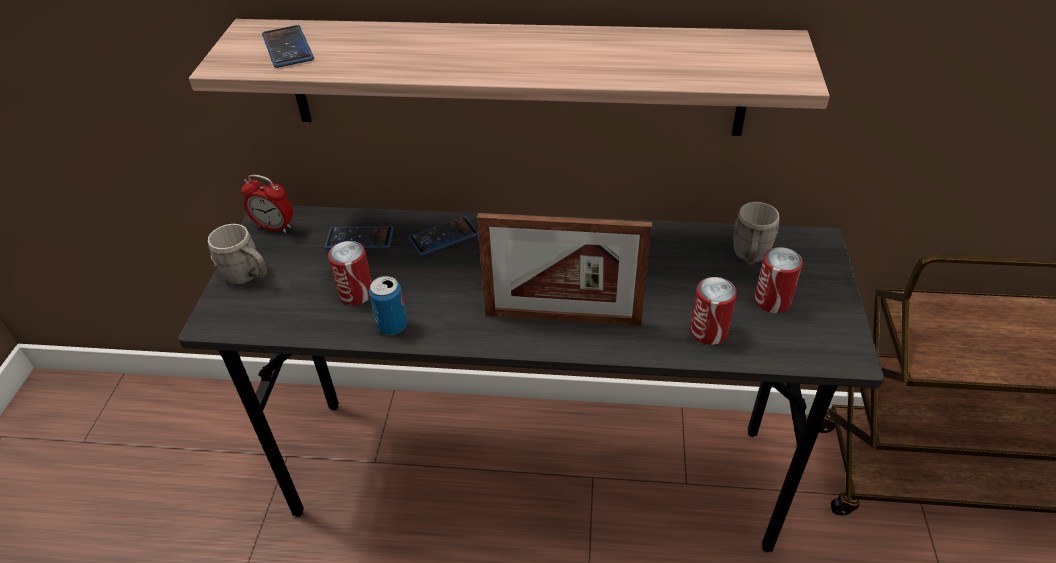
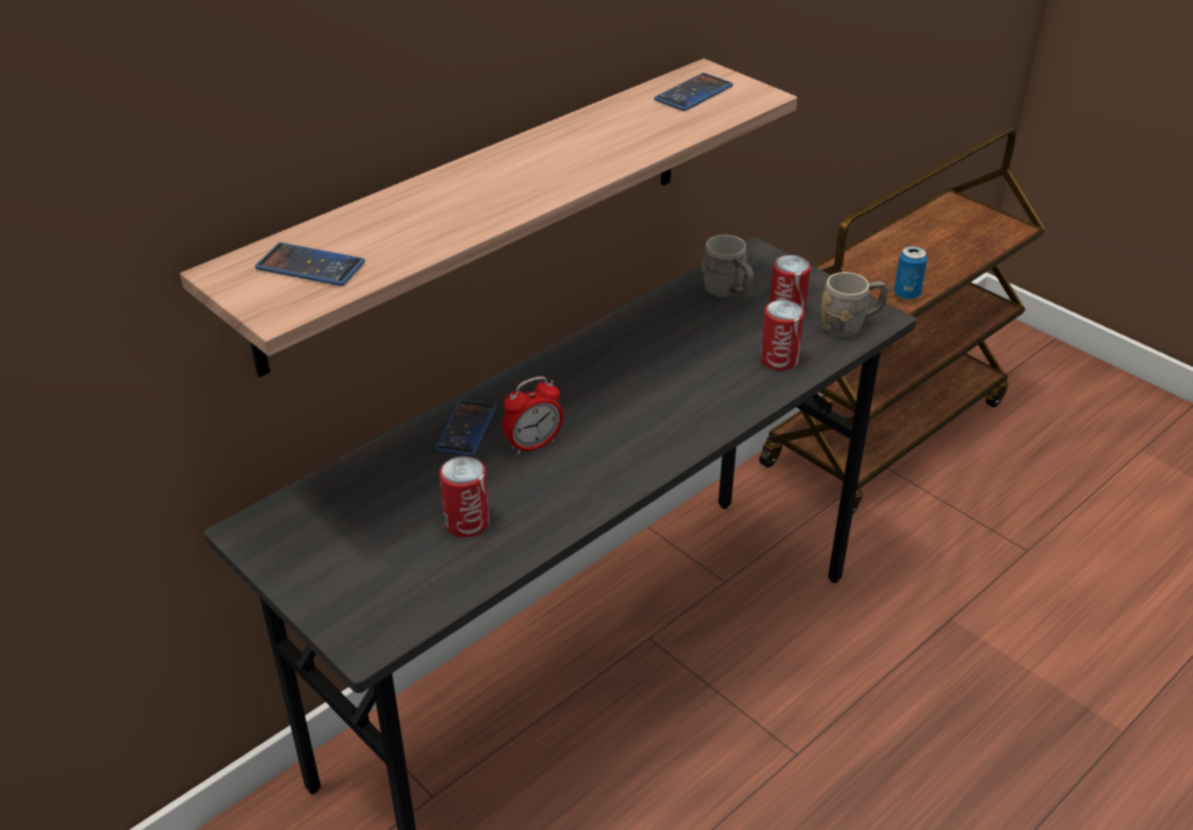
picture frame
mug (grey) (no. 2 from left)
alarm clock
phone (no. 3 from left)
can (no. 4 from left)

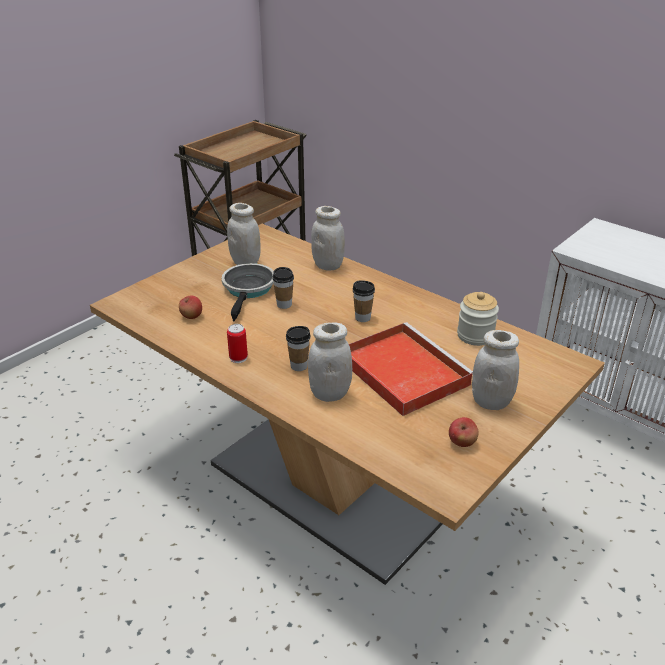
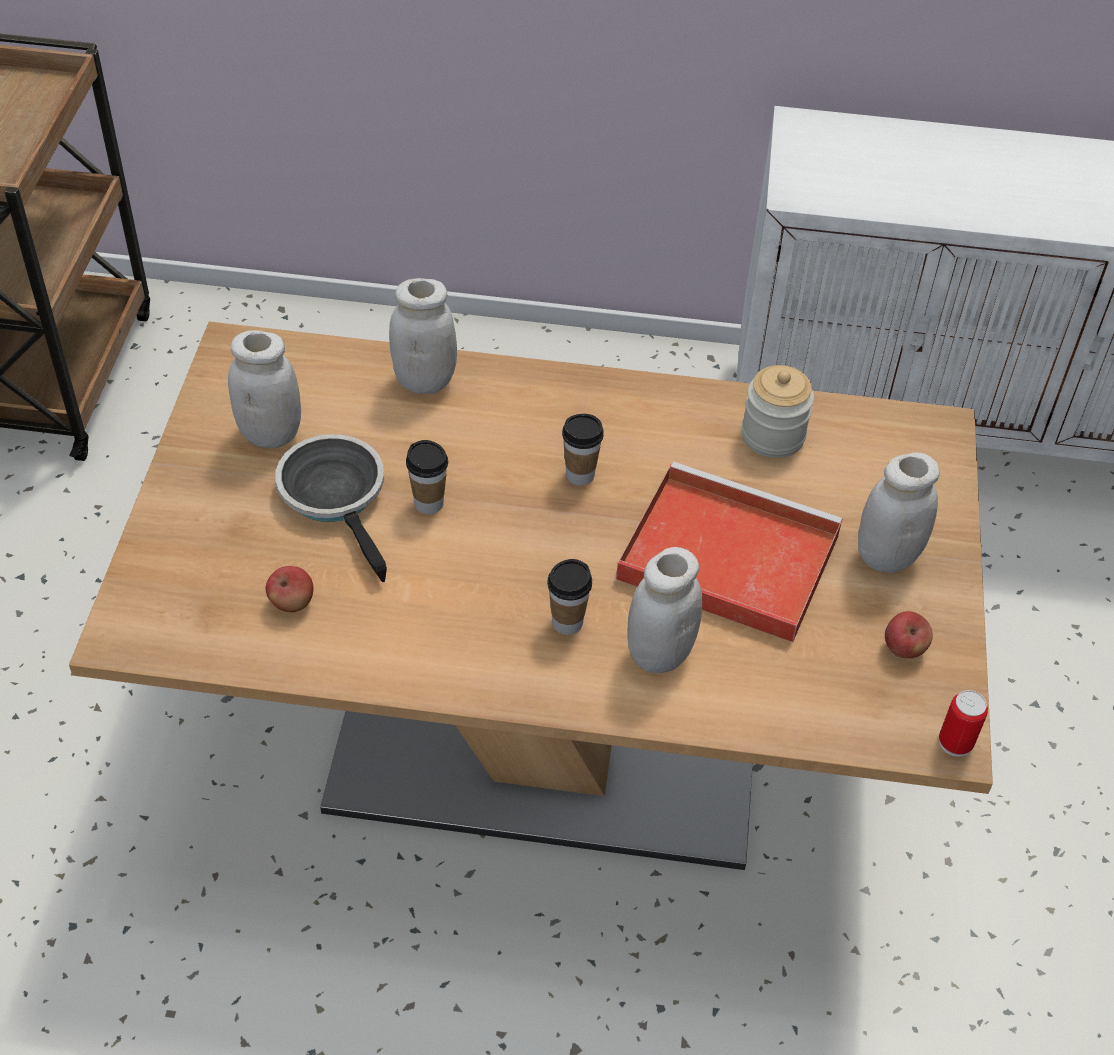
can

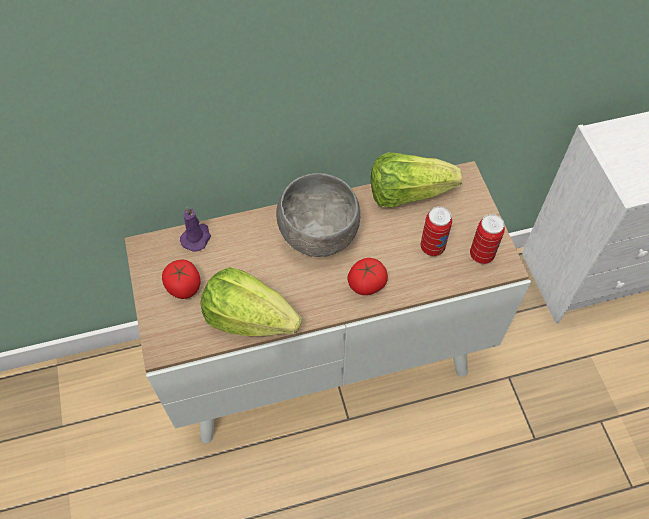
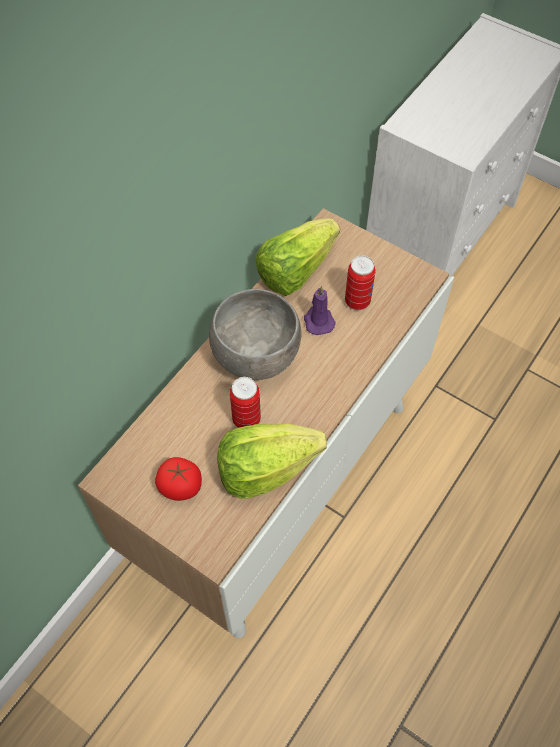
tomato (no. 2 from left in the first image)
candle (purple)
can (no. 1 from left)

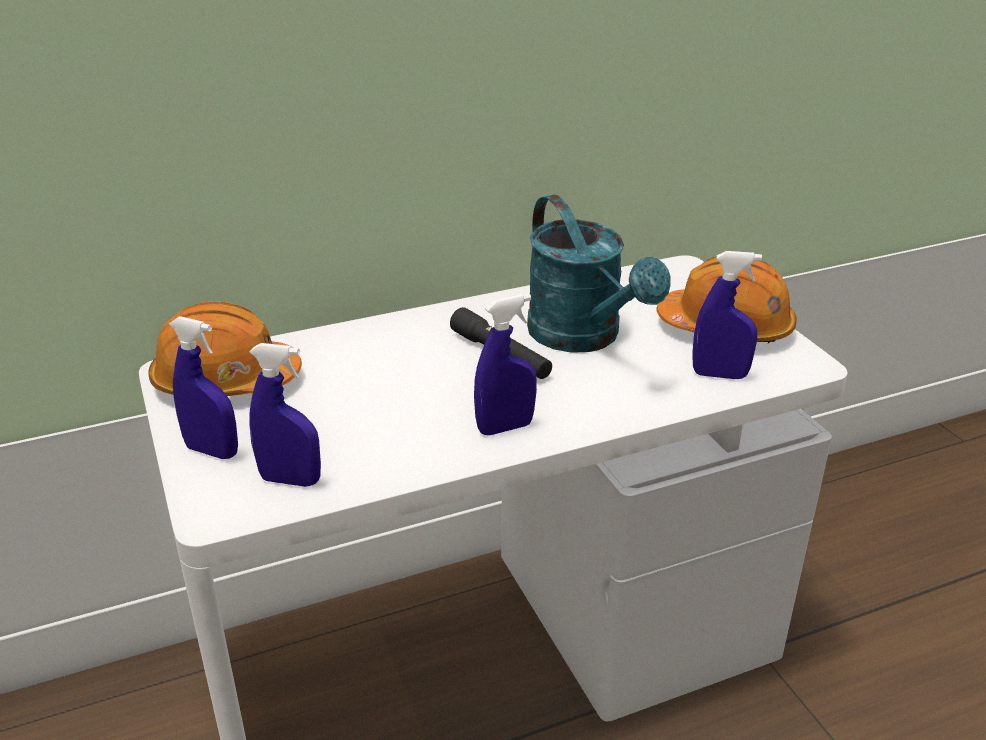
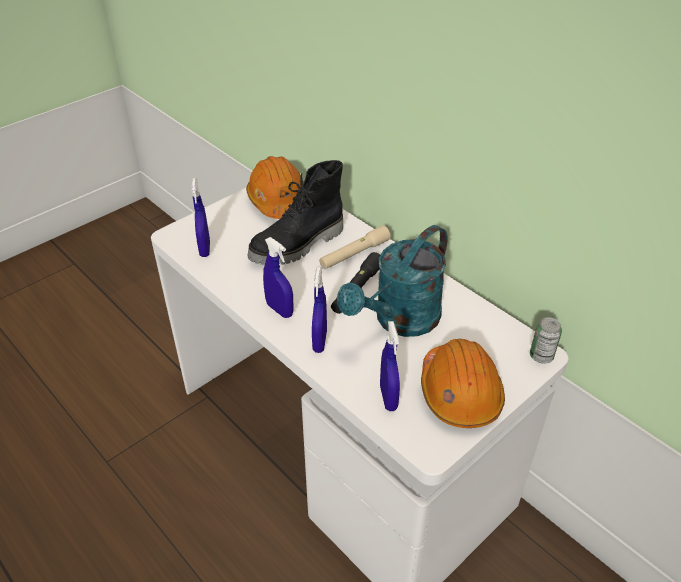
boot (black)
flashlight (beige)
can
spray bottle (blue) (no. 3 from left)

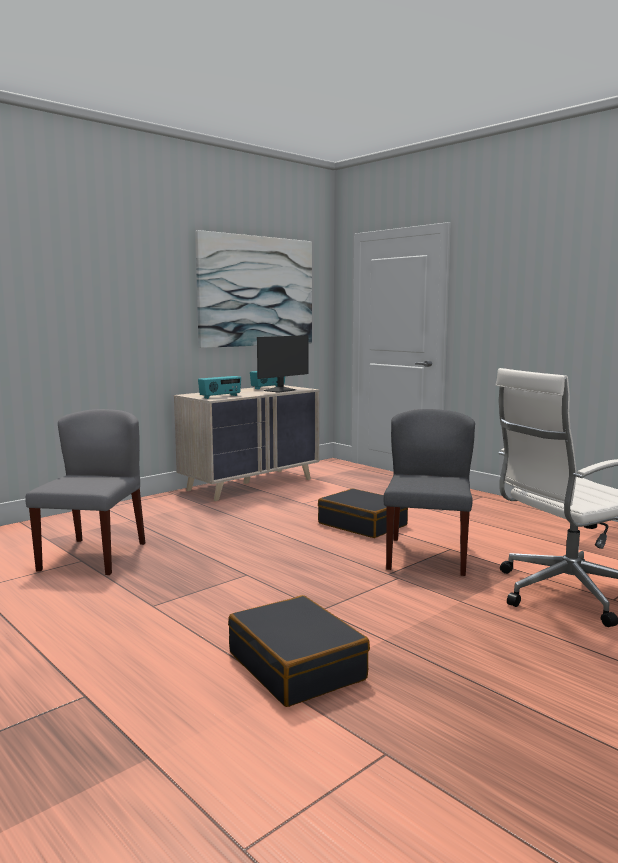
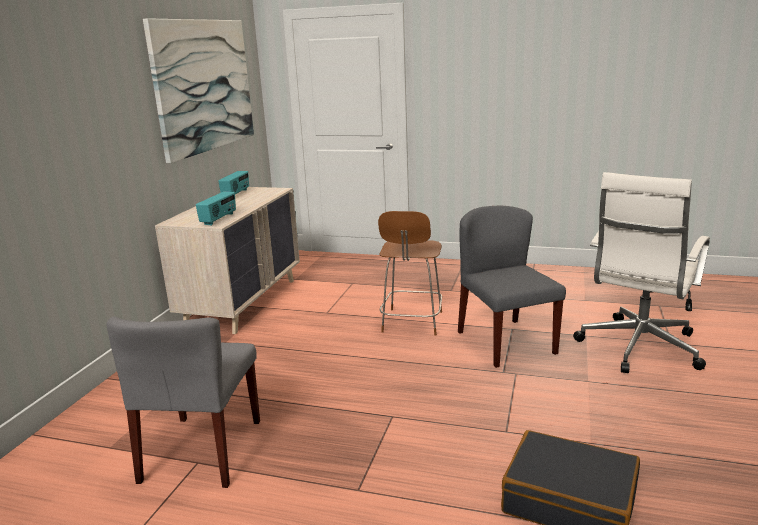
monitor
chair (brown)
chair (grey) (no. 1 from left)

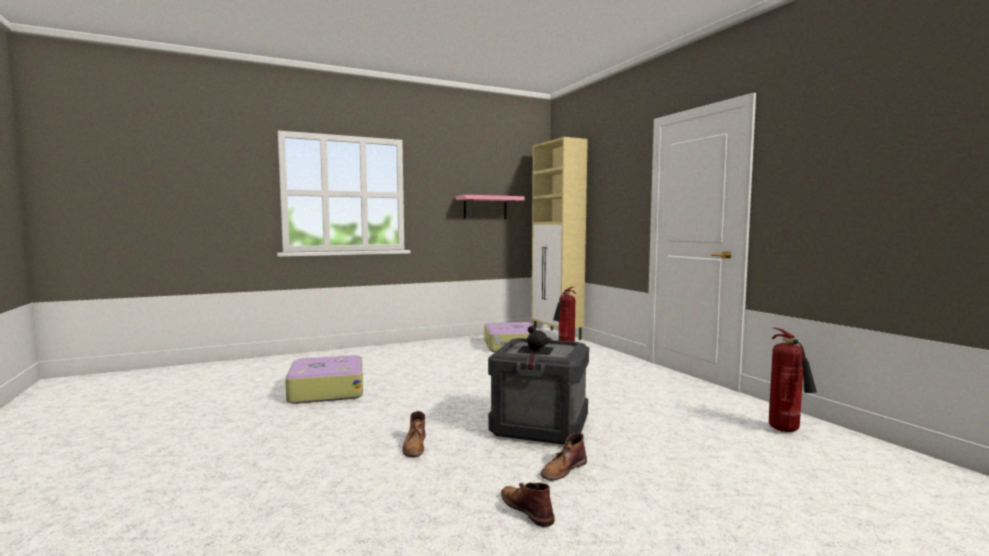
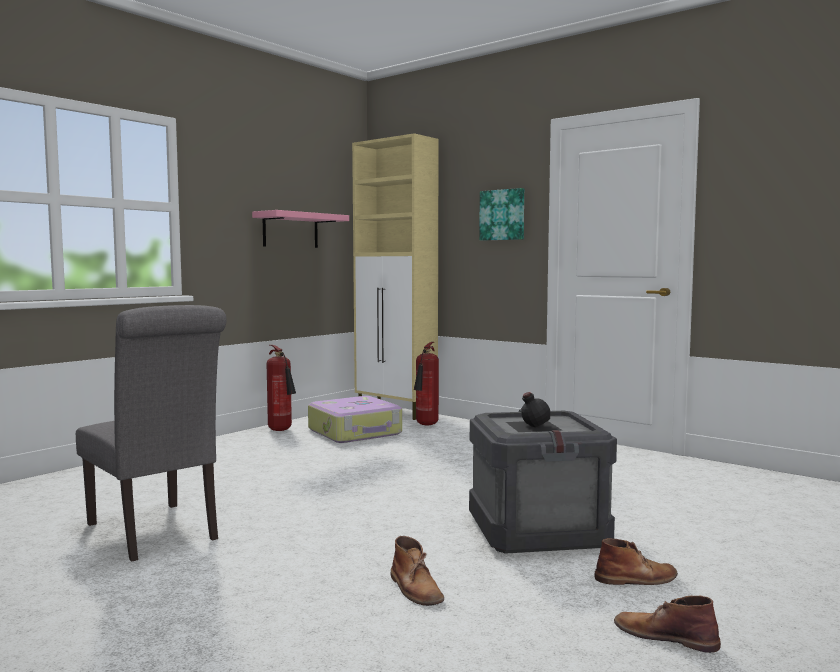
picture
fire extinguisher (no. 1 from left)
chair (grey)
boot (brown) (no. 2 from left)

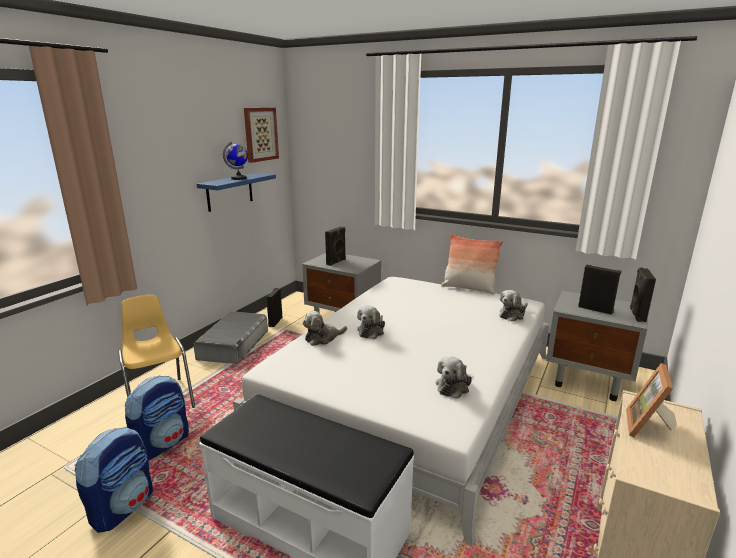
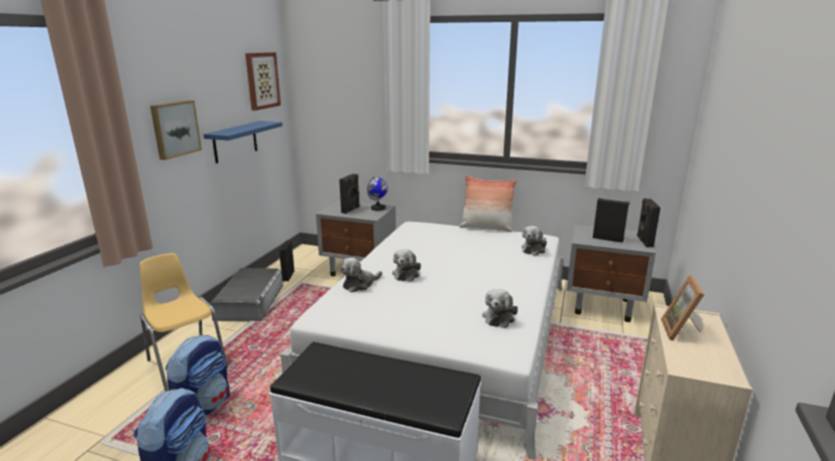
picture (no. 1 from left)
globe

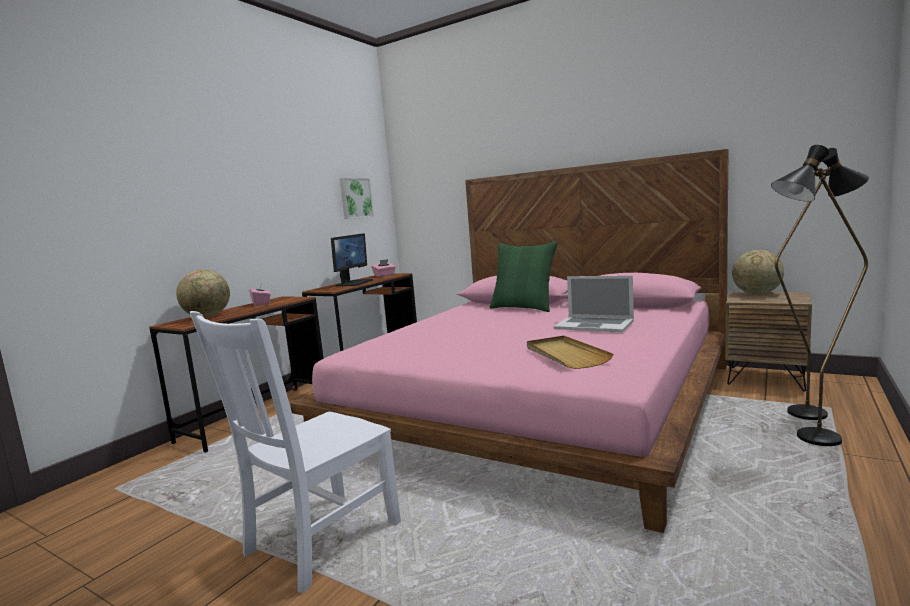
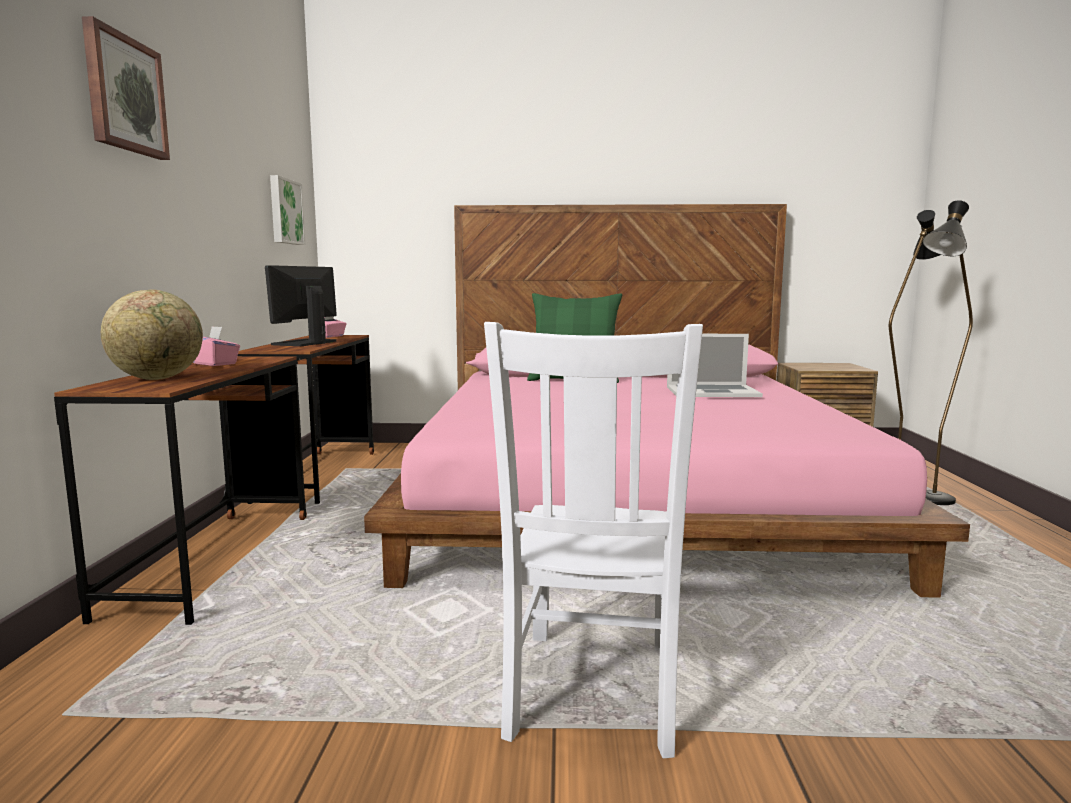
tray (beige)
globe (no. 2 from left in the first image)
picture (no. 1 from left)
monitor

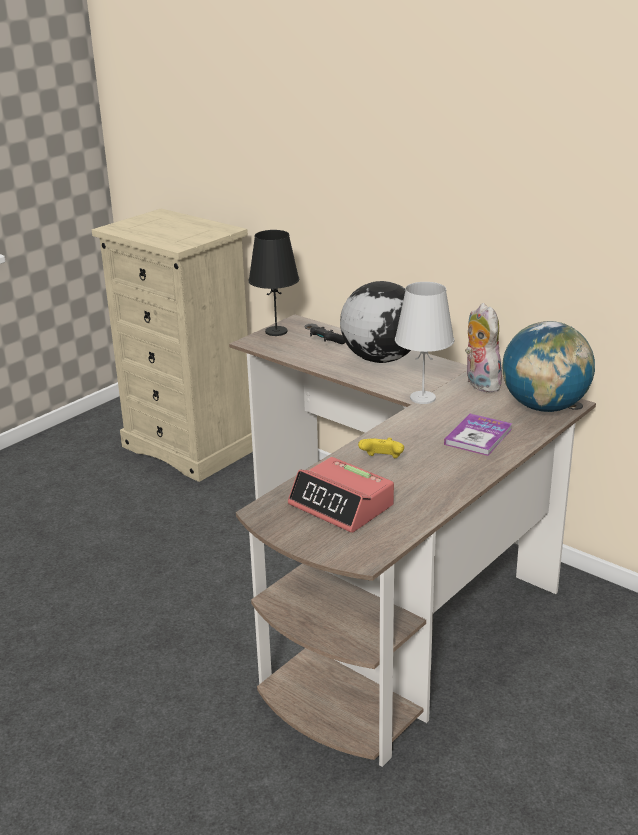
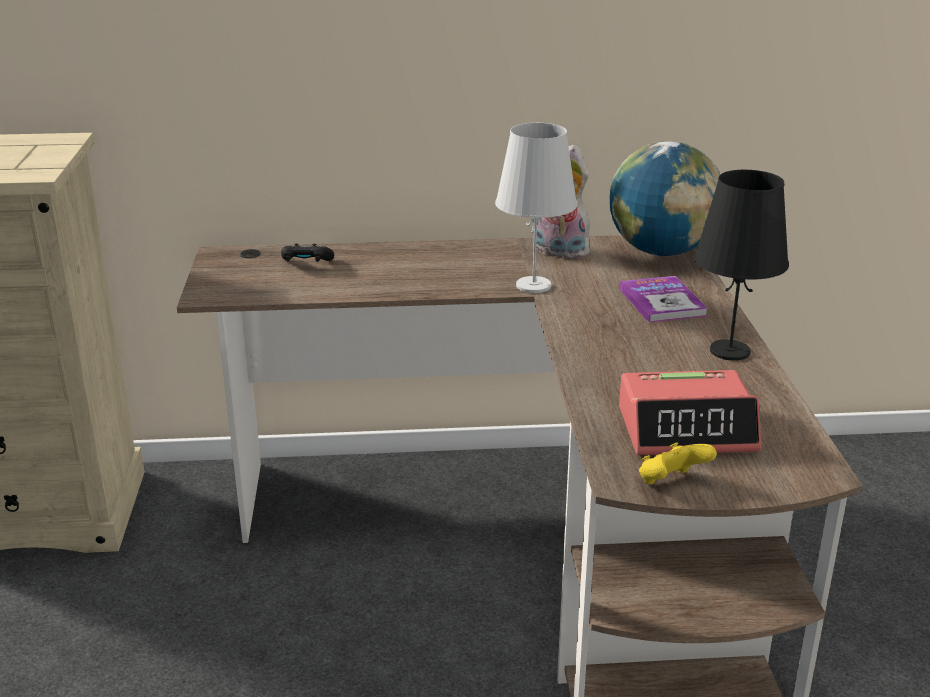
globe (no. 1 from left in the first image)
table lamp (black)
game controller (yellow)

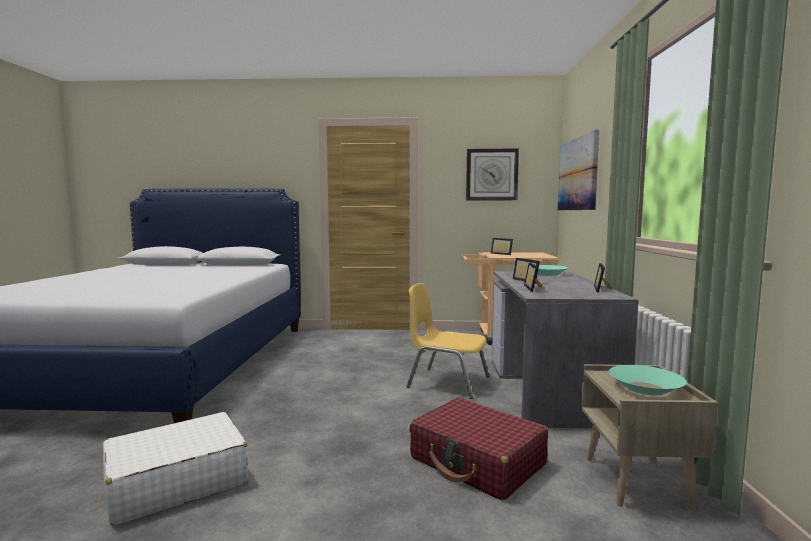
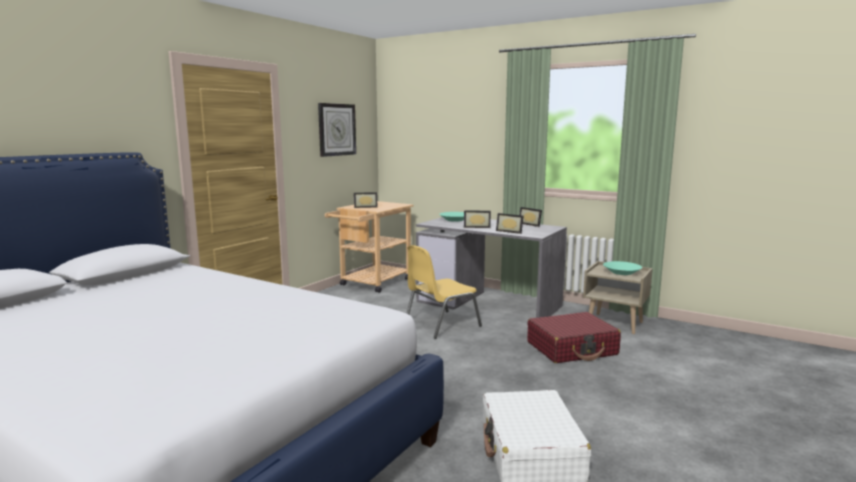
picture

